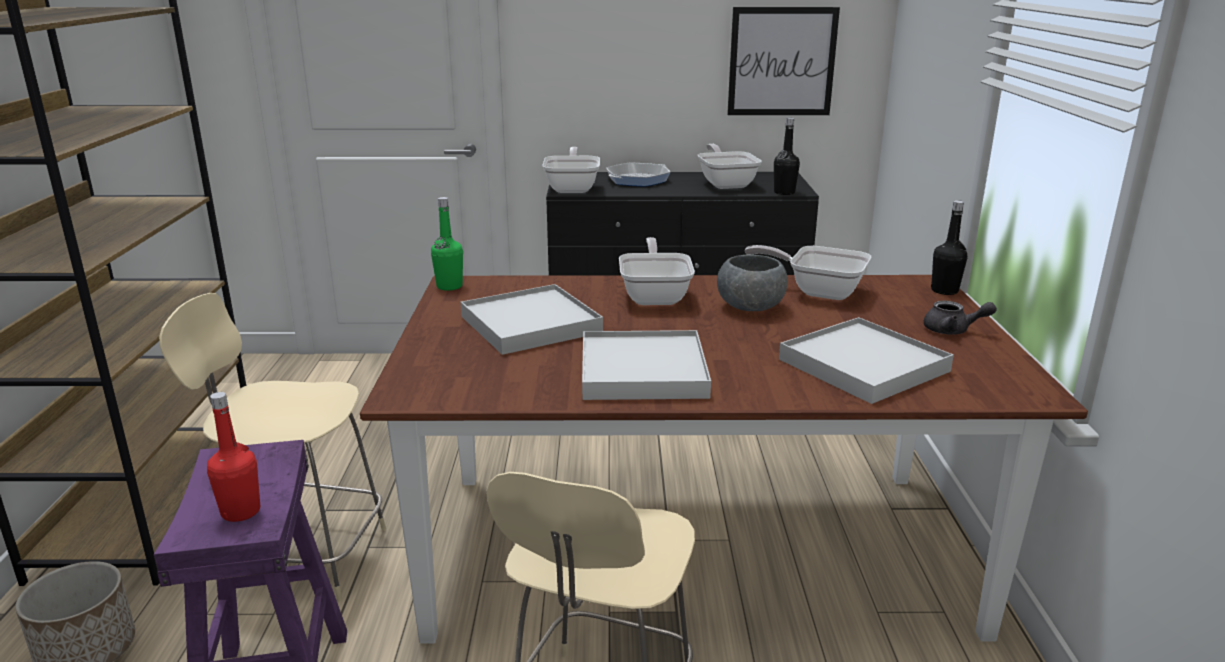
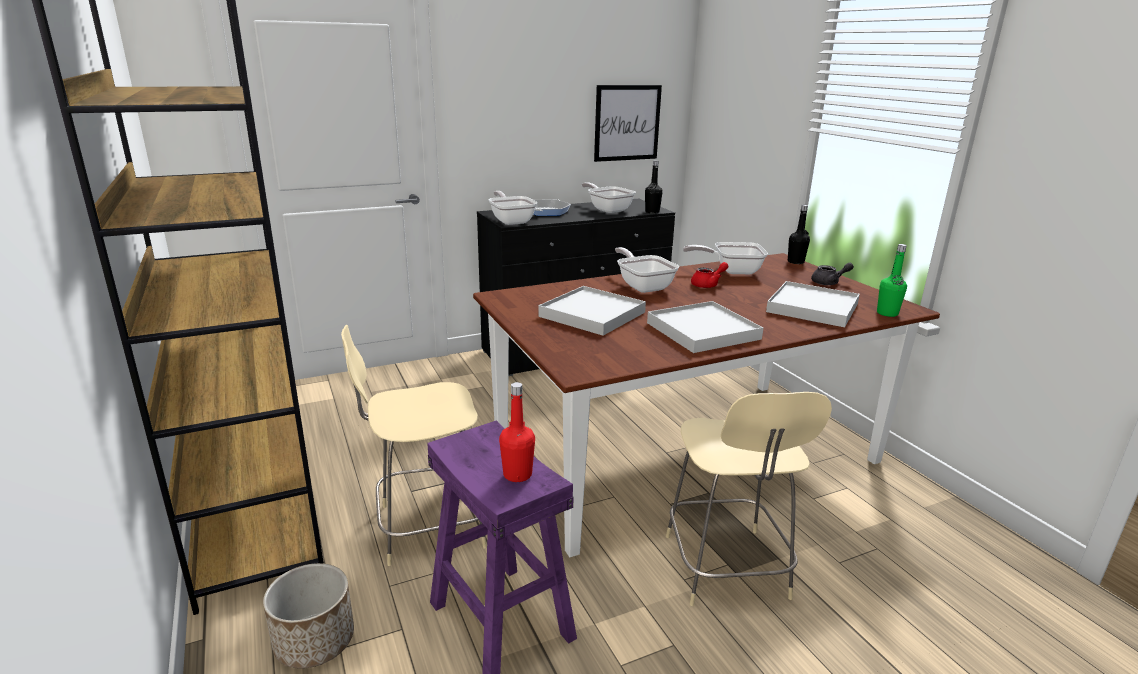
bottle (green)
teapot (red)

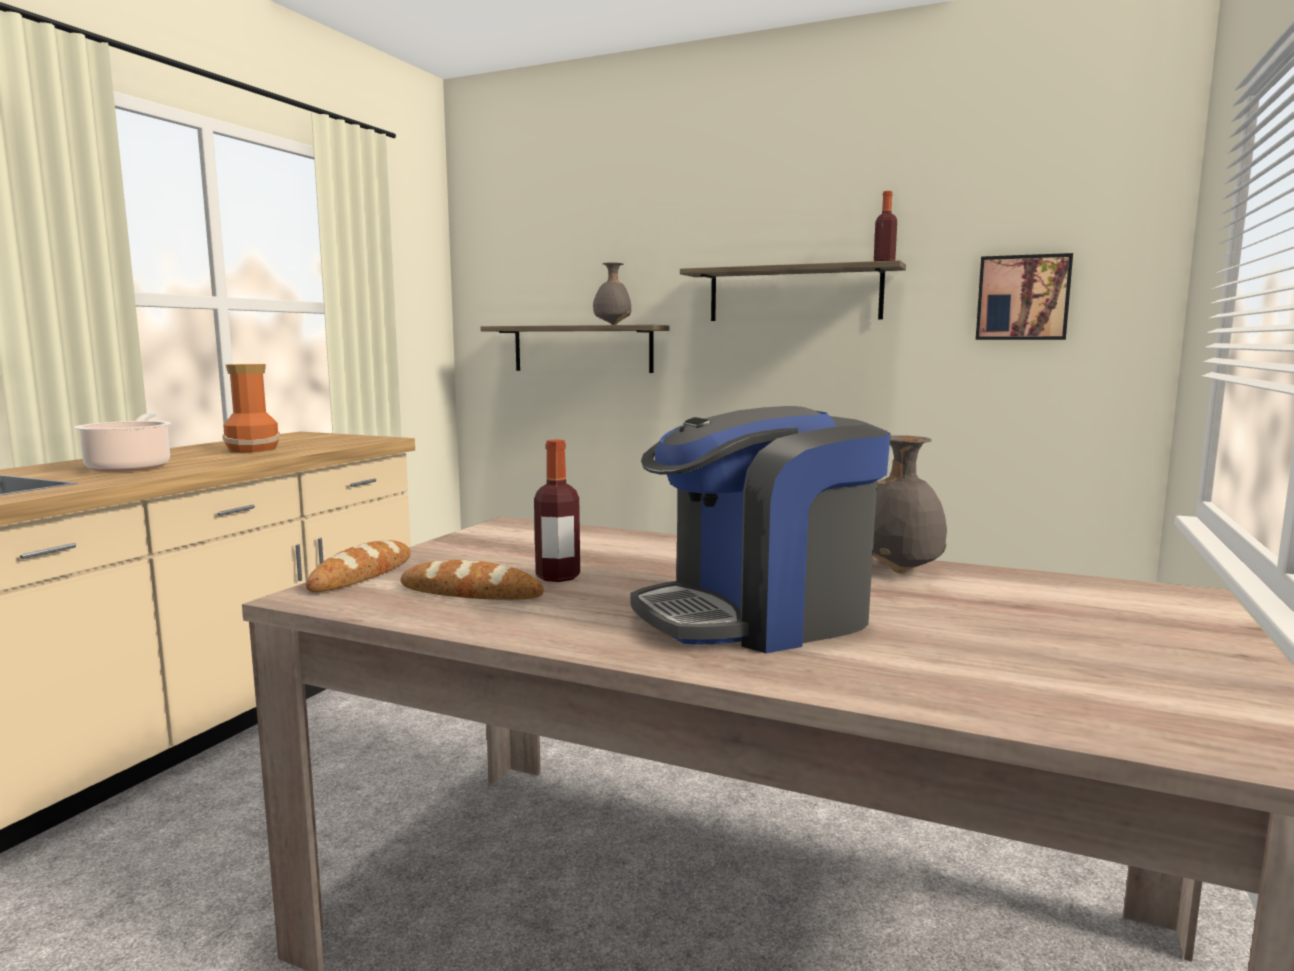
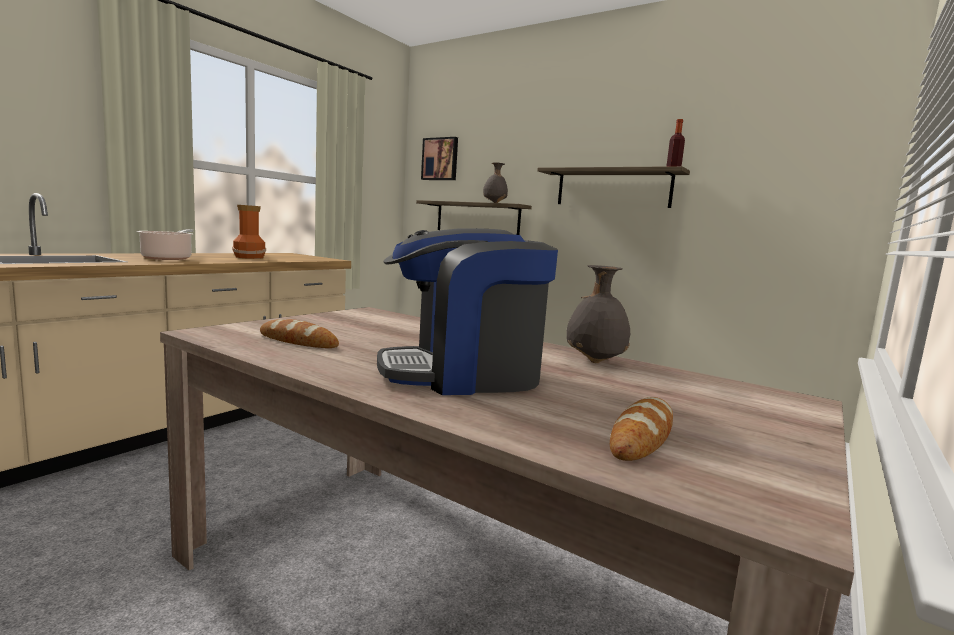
bottle (no. 1 from left in the first image)
bread (no. 2 from left)
picture

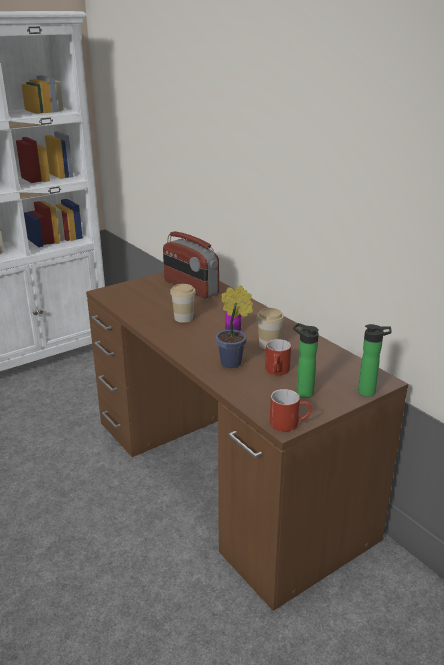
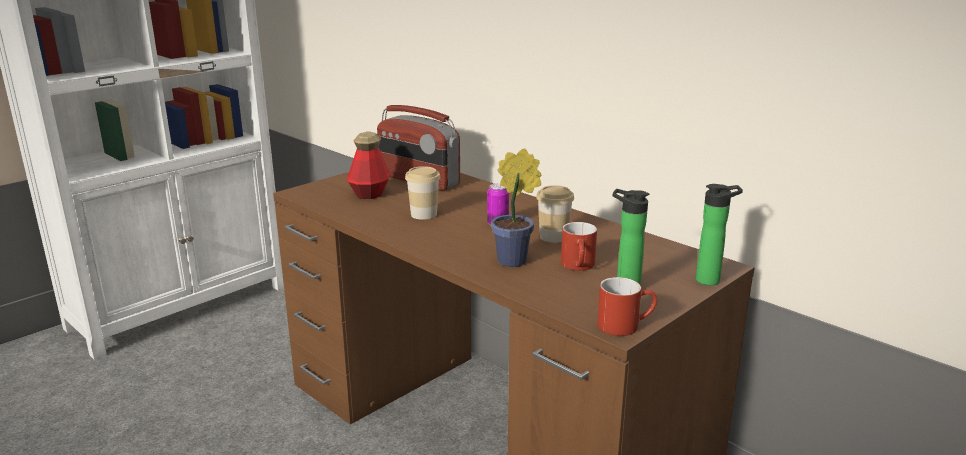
bottle (no. 1 from left)

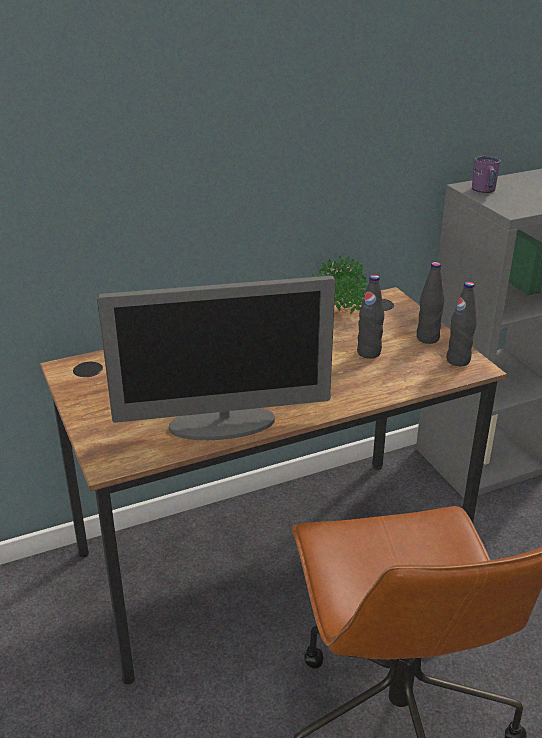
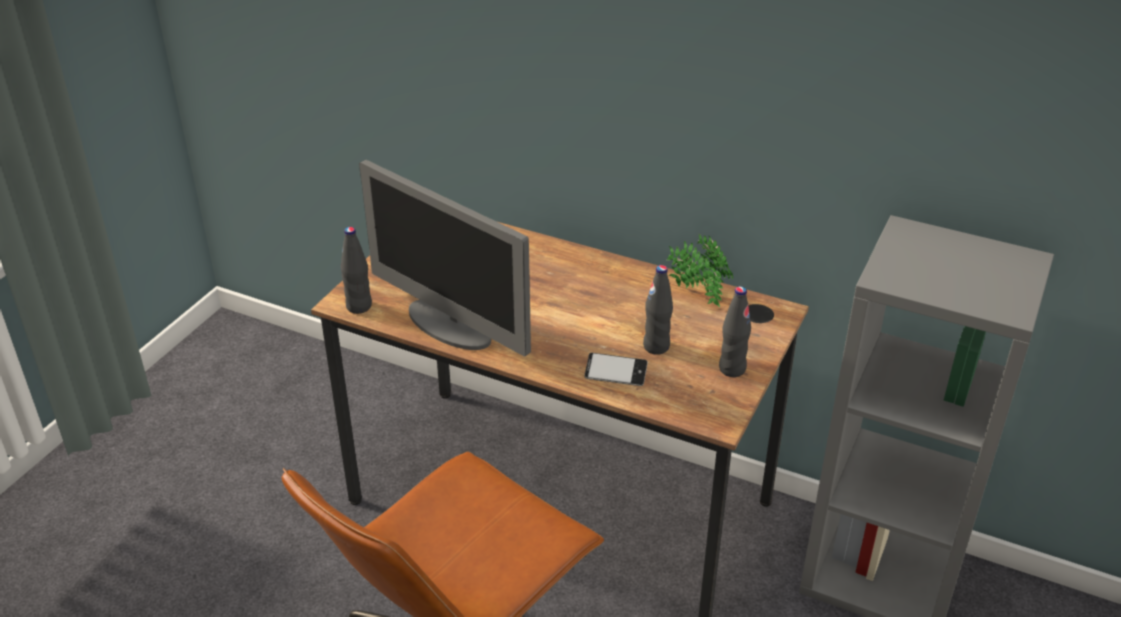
mug (purple)
phone
bottle (black) (no. 1 from left)

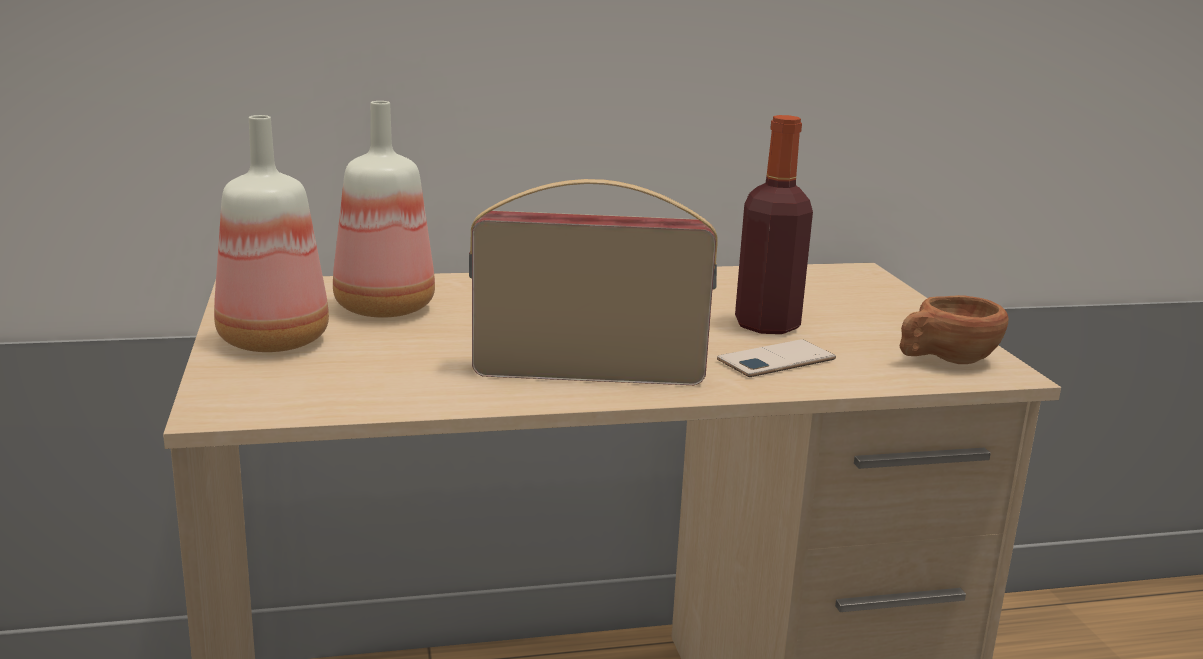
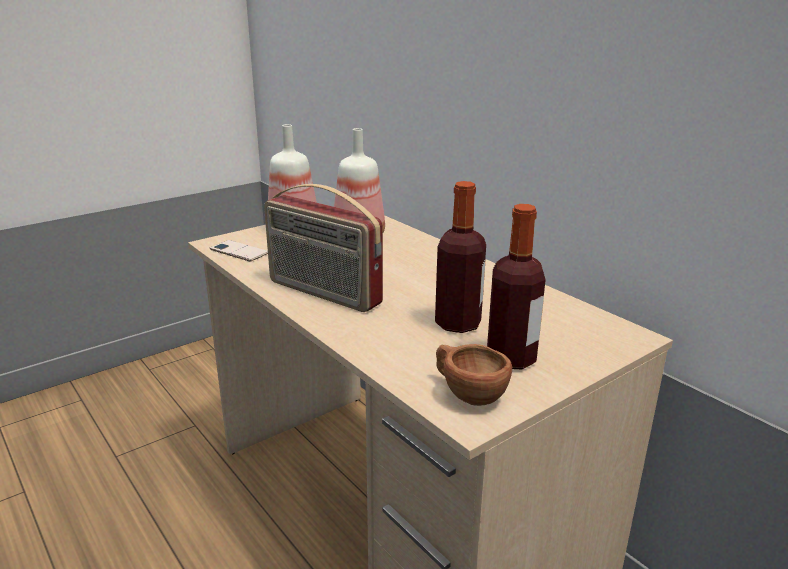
bottle (no. 4 from left)
phone
radio

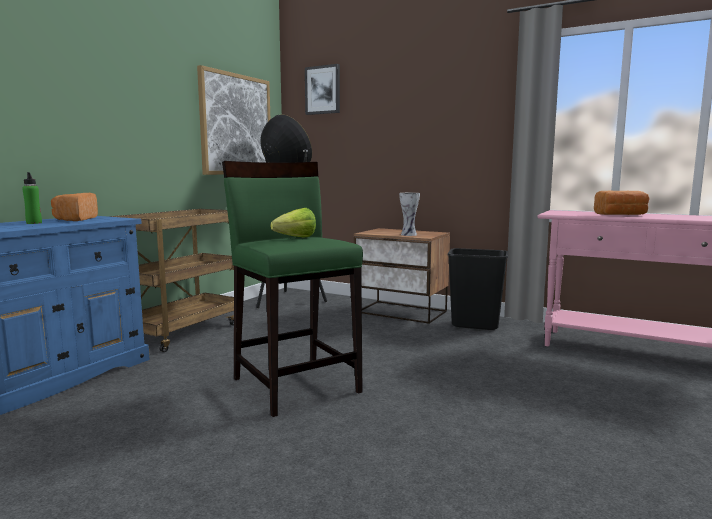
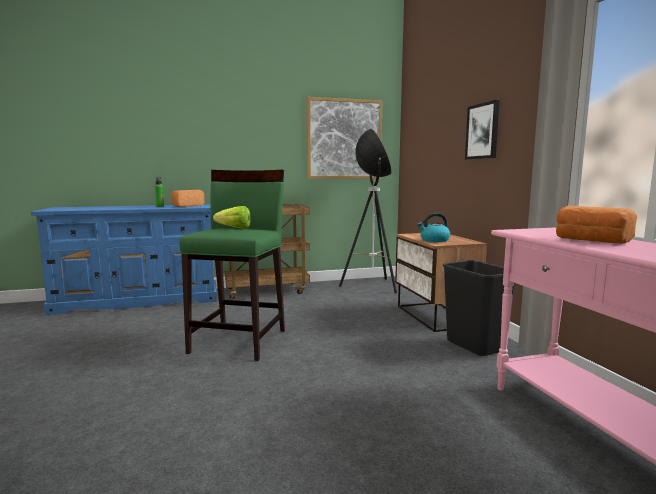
picture (no. 2 from left)
kettle

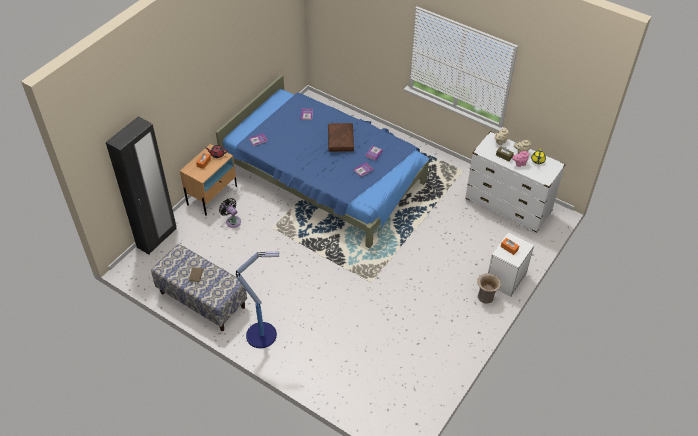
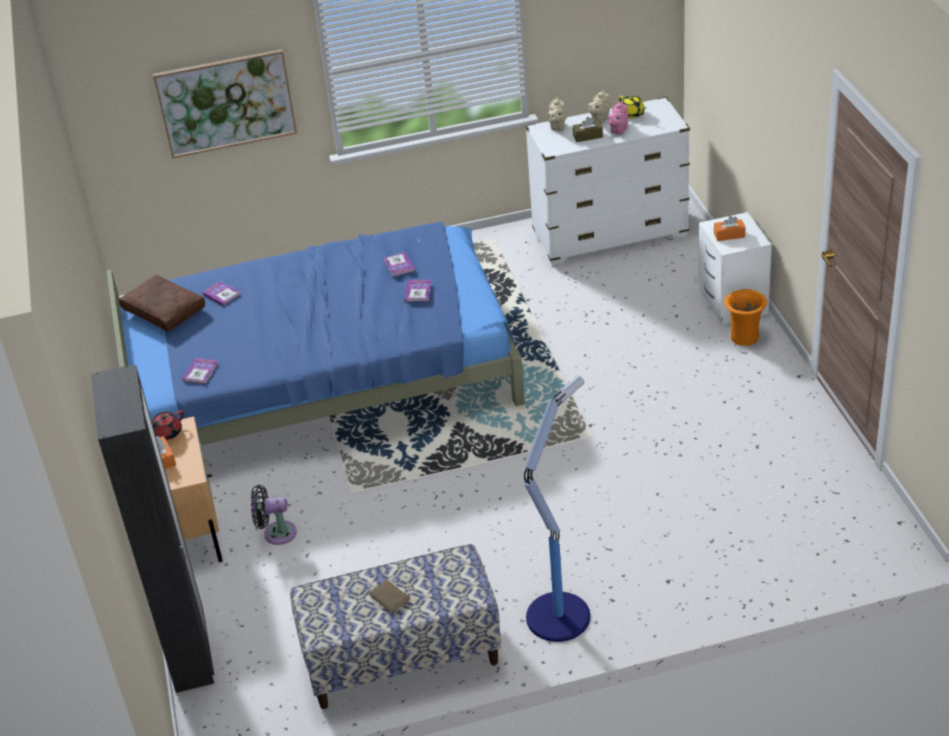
picture
pillow (brown)
vase (orange)

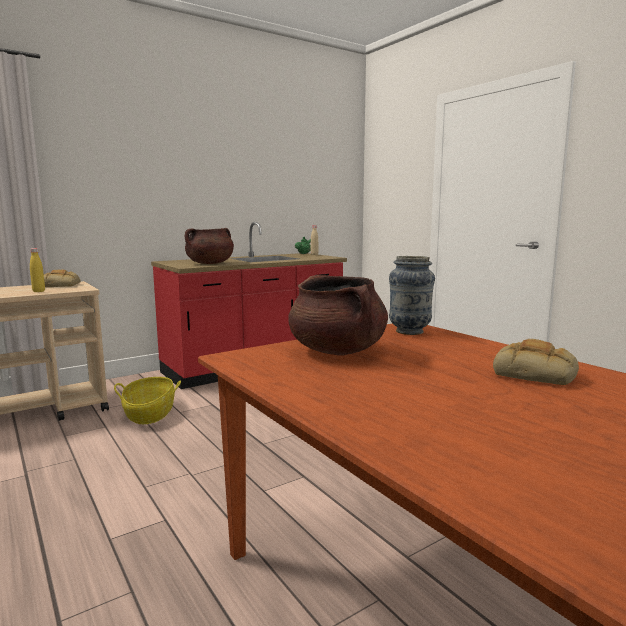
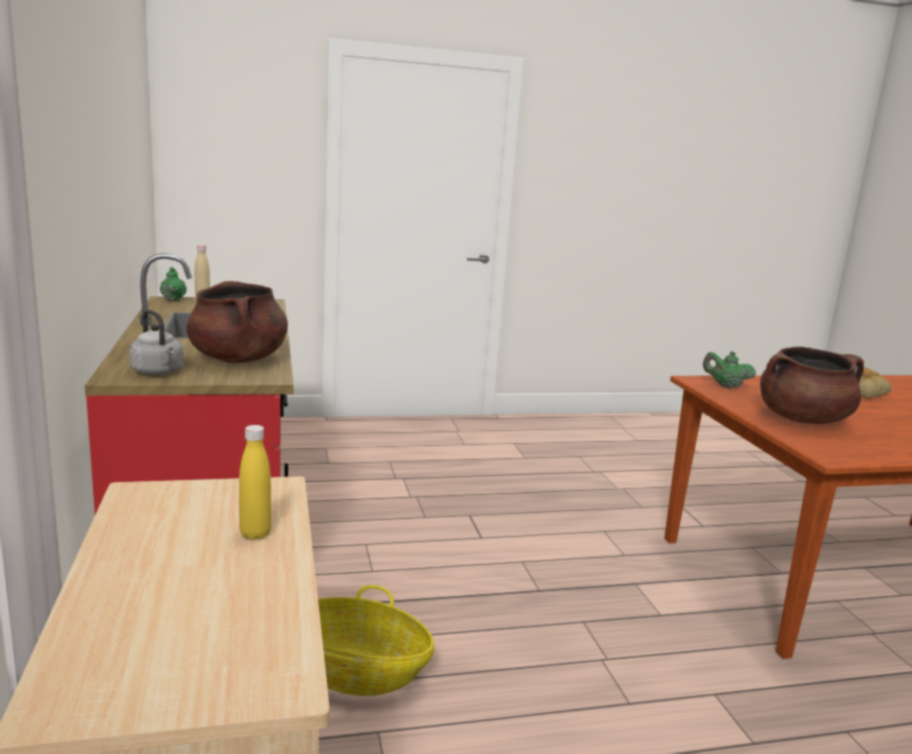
bread (no. 1 from left in the first image)
kettle (grey)
teapot (green) (no. 2 from left)

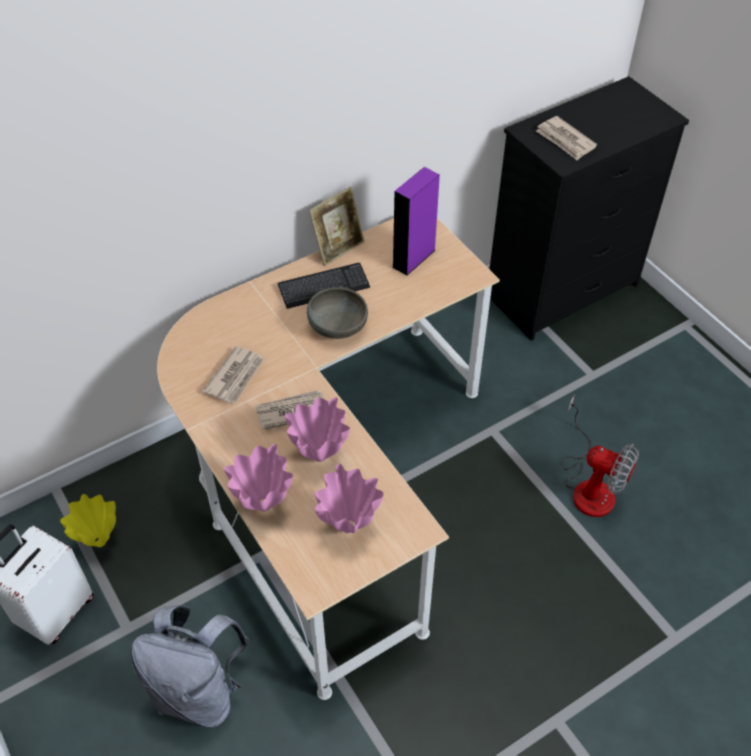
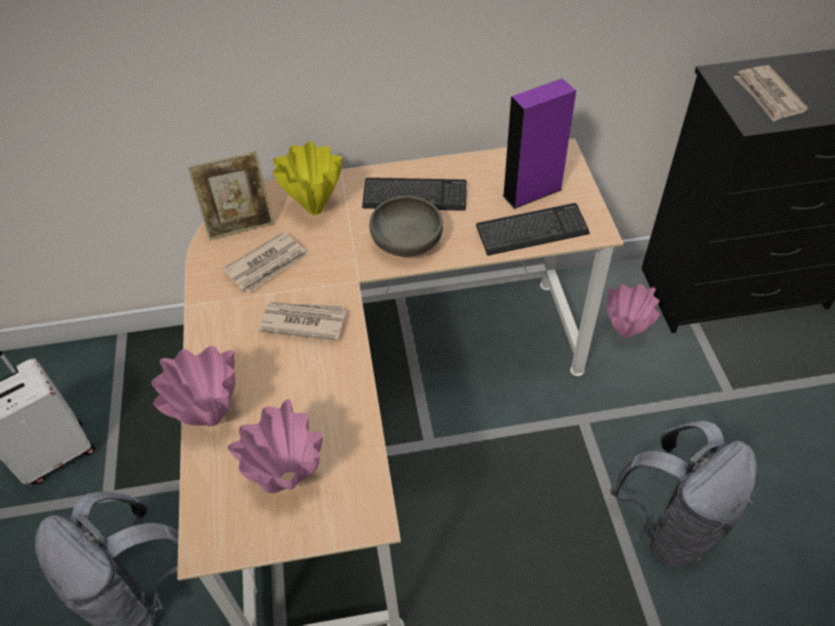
keyboard (no. 2 from left)
vase (yellow)
vase (pink) (no. 3 from left)
picture frame
backpack (grey) (no. 2 from left)

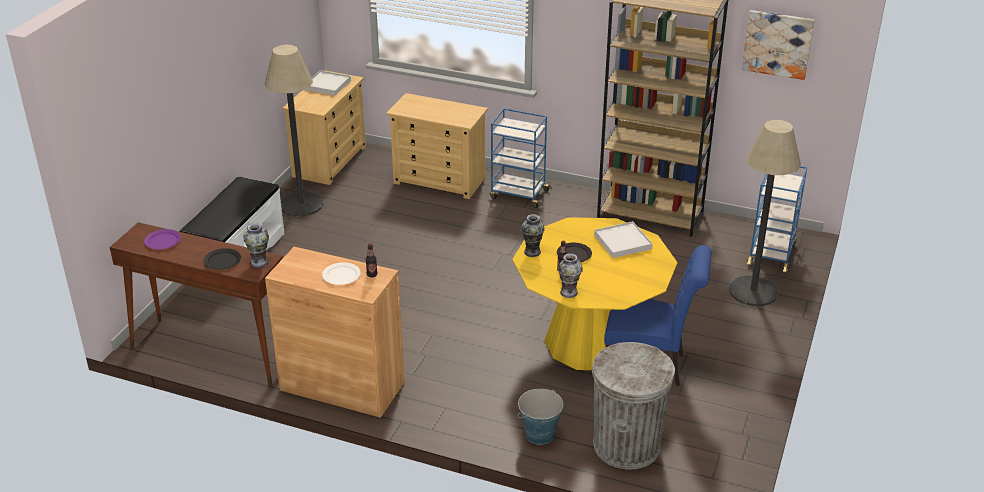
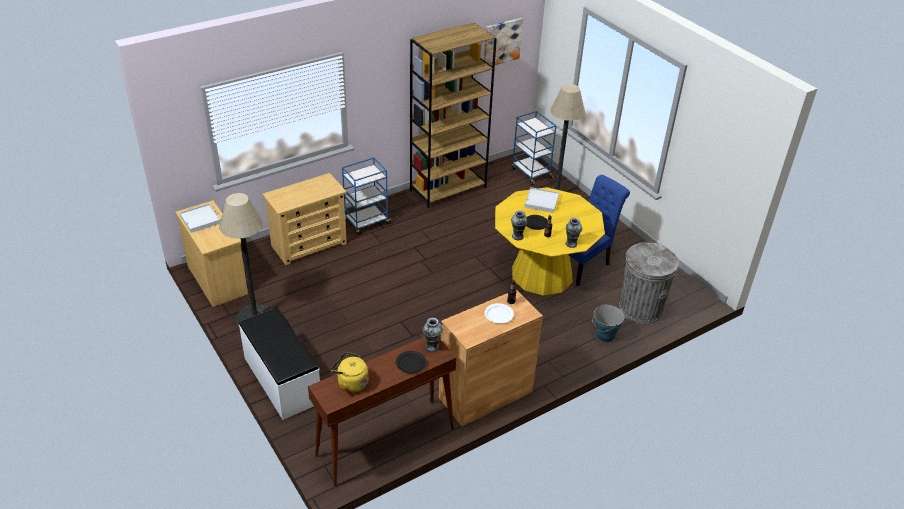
kettle (yellow)

